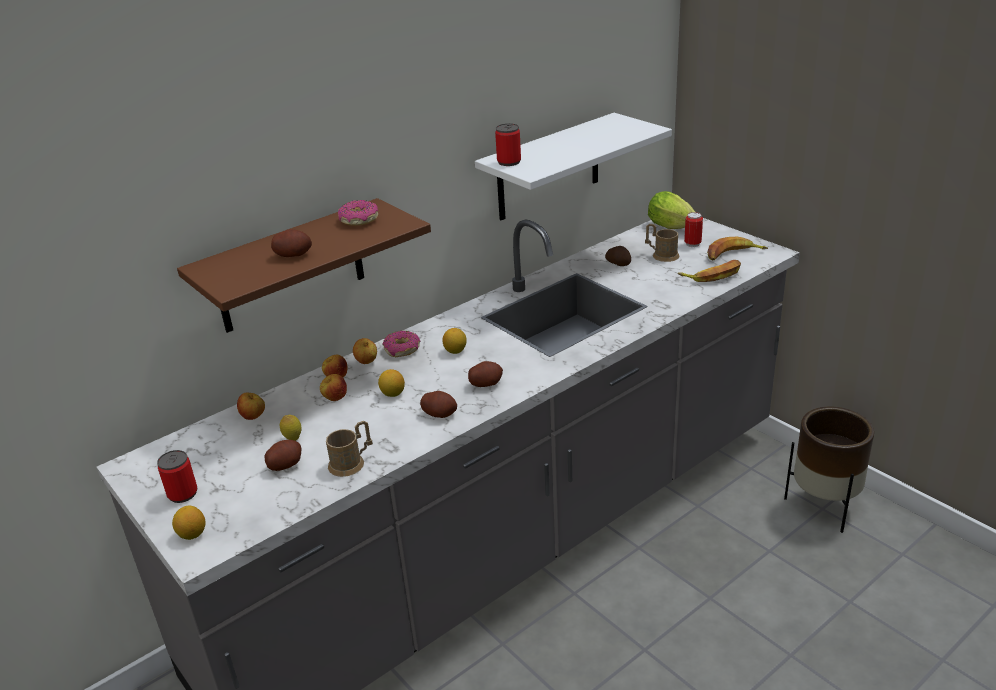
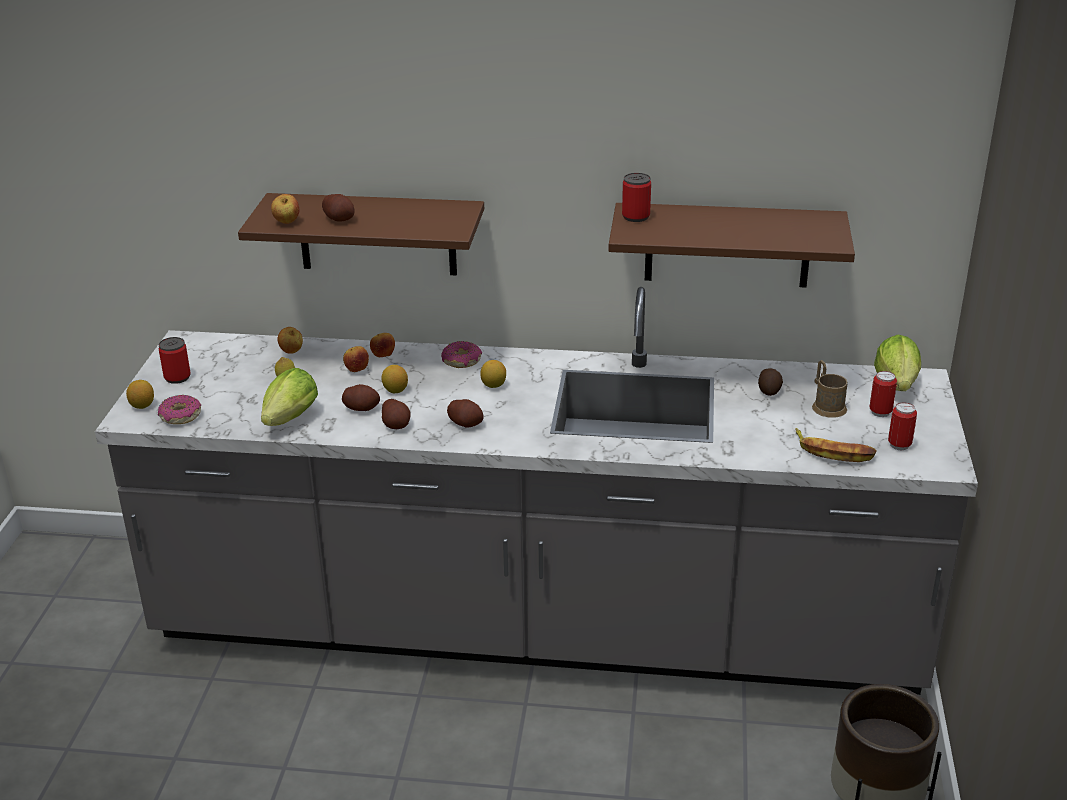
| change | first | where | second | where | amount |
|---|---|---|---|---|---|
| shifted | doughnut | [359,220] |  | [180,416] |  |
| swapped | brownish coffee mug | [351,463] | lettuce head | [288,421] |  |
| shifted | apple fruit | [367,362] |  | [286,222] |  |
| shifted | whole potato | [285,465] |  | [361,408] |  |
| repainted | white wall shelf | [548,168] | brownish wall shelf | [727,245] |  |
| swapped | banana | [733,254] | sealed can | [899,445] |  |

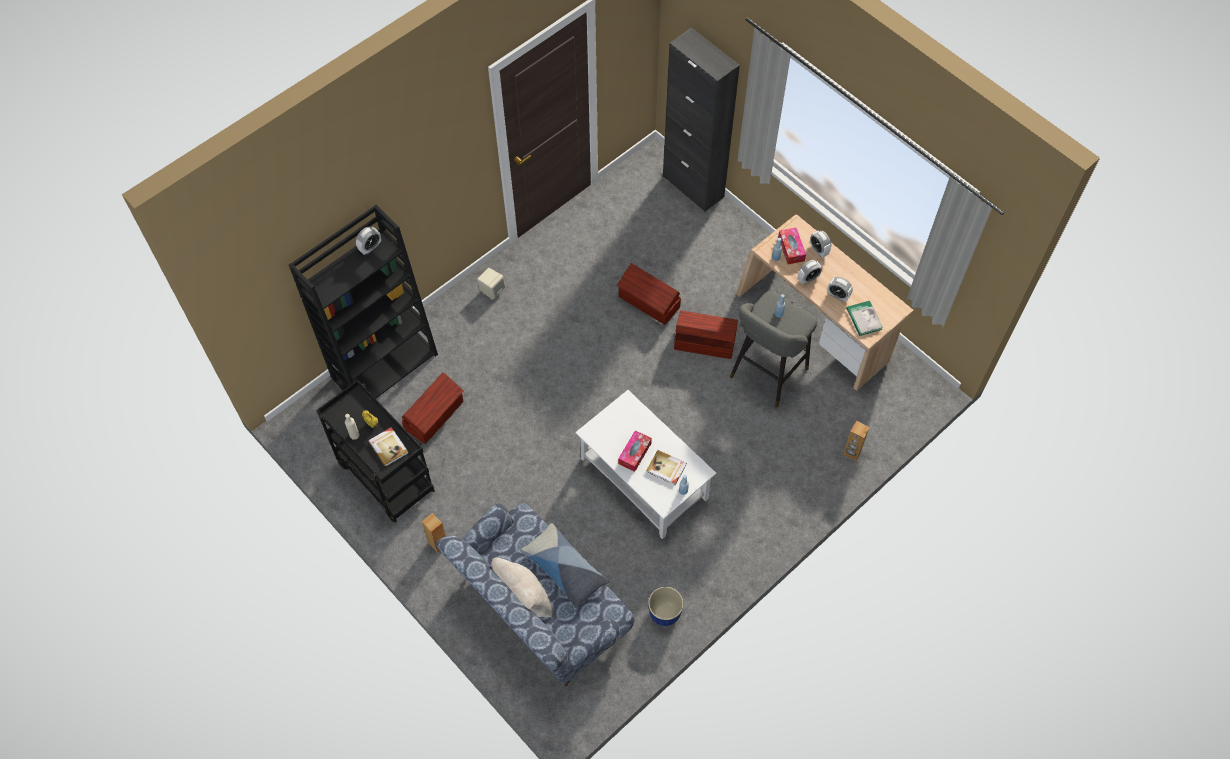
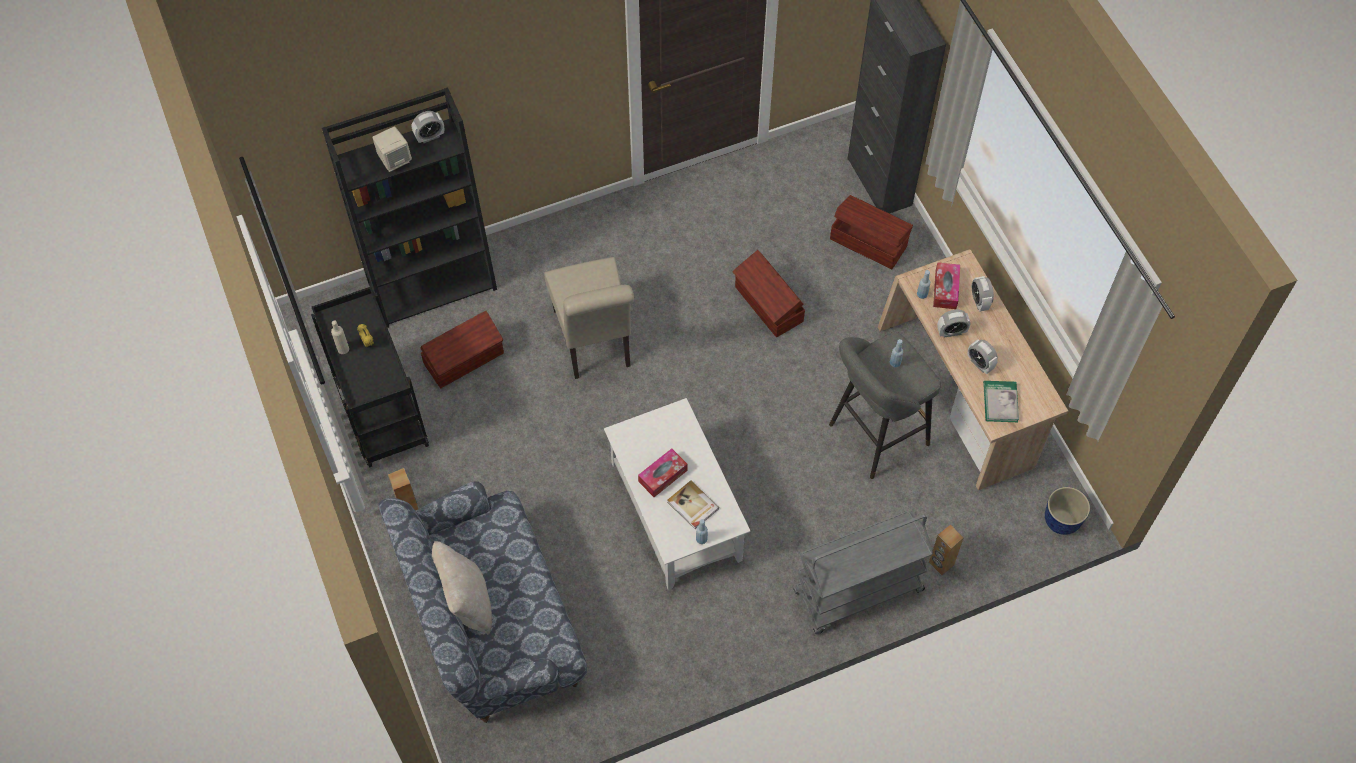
| change | first | where | second | where | amount |
|---|---|---|---|---|---|
| shifted | beige-coloured speaker | [492,290] |  | [394,160] |  |
| new |  |  | beige-coloured plain chair | [594,342] |  |
| new |  |  | grey wheeled cart | [857,593] |  |
| shifted | brownish storage container | [704,342] |  | [868,241] |  |
| shifted | planter | [664,614] |  | [1060,521] |  |
| gone | volume | [389,447] |  |  |  |
| gone | pillow | [564,569] |  |  |  |

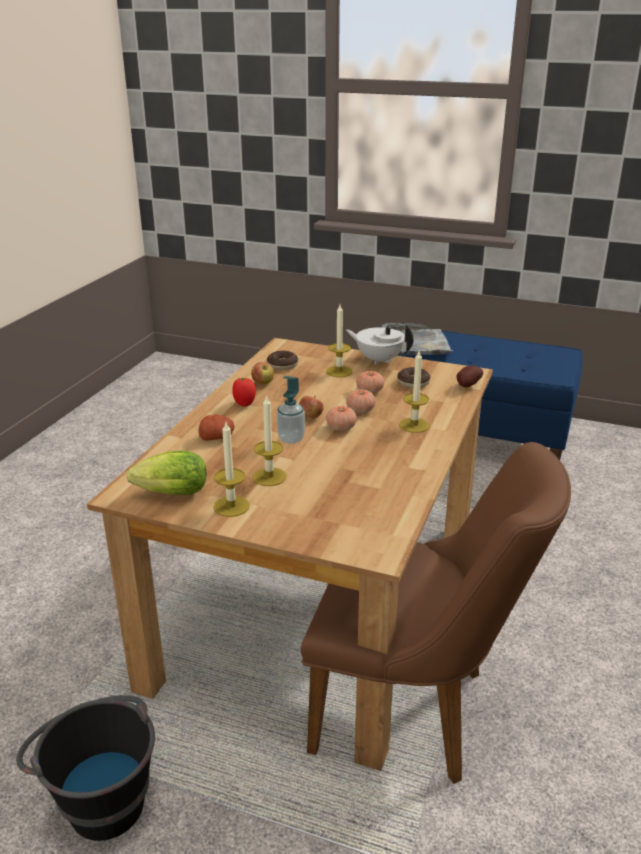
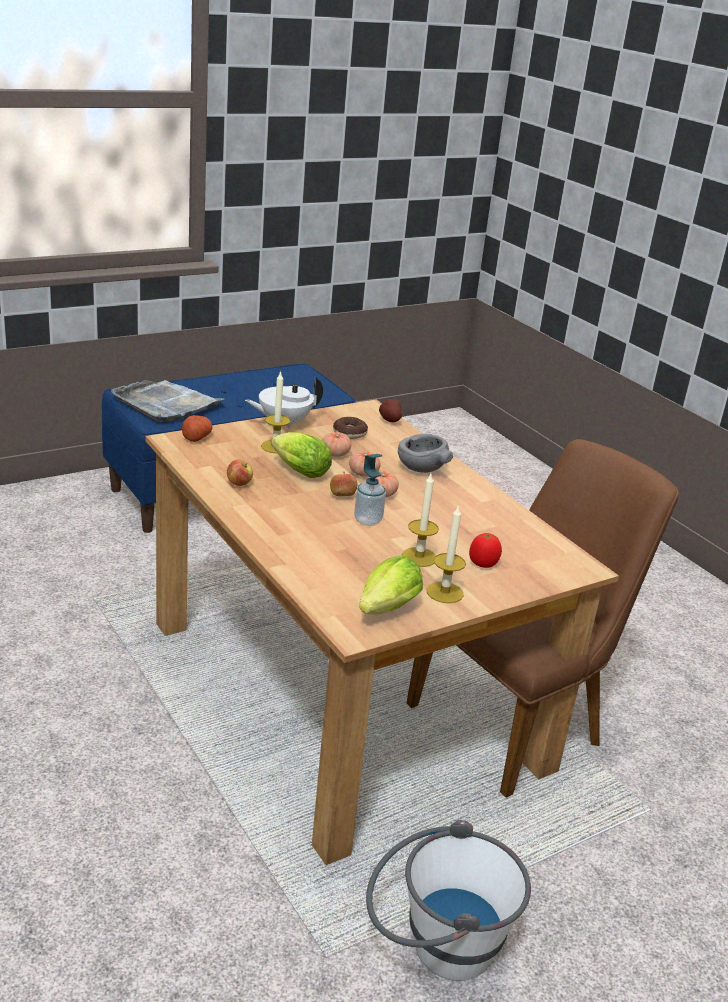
| change | first | where | second | where | amount |
|---|---|---|---|---|---|
| shifted | whole potato | [217,437] |  | [196,437] |  |
| new |  |  | lettuce head | [298,471] |  |
| repainted | black-coloured pail | [99,796] | white pail | [435,946] |  |
| swapped | wax candle | [414,425] | grey bowl | [421,468] |  |
| shifted | tomato | [244,404] |  | [483,564] |  |
| gone | doughnut | [282,365] |  |  |  |

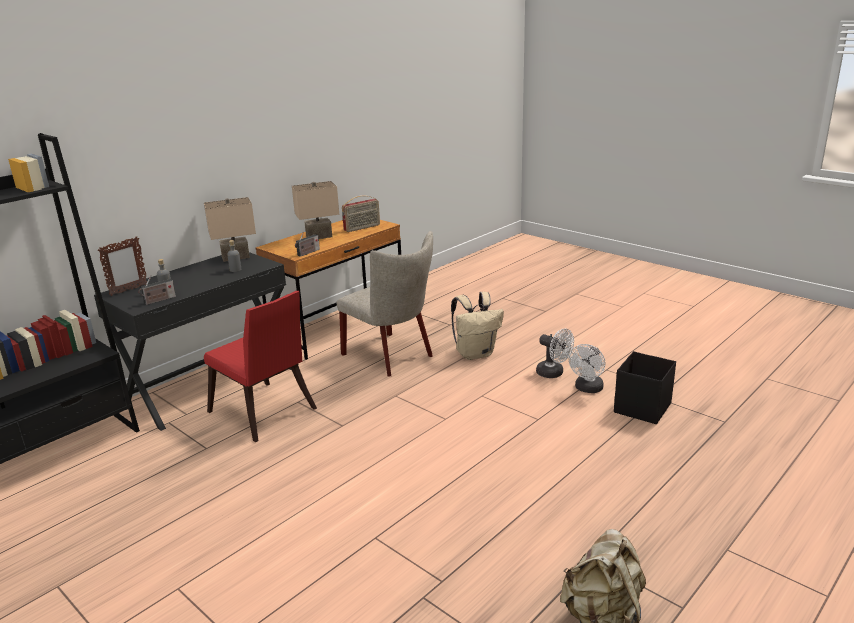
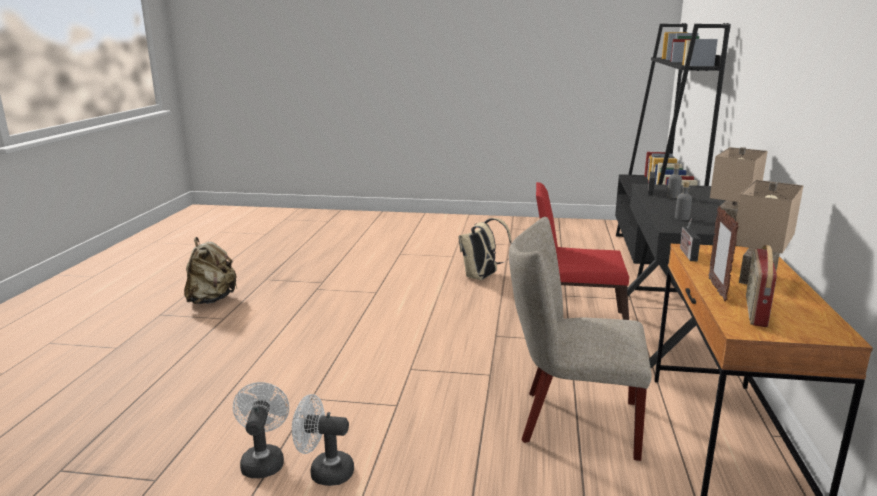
| change | first | where | second | where | amount |
|---|---|---|---|---|---|
| shifted | beige-coloured backpack | [475,353] |  | [482,277] |  |
| shifted | standing frame | [128,290] |  | [717,289] |  |
| gone | black-coloured storage container | [641,408] |  |  |  |

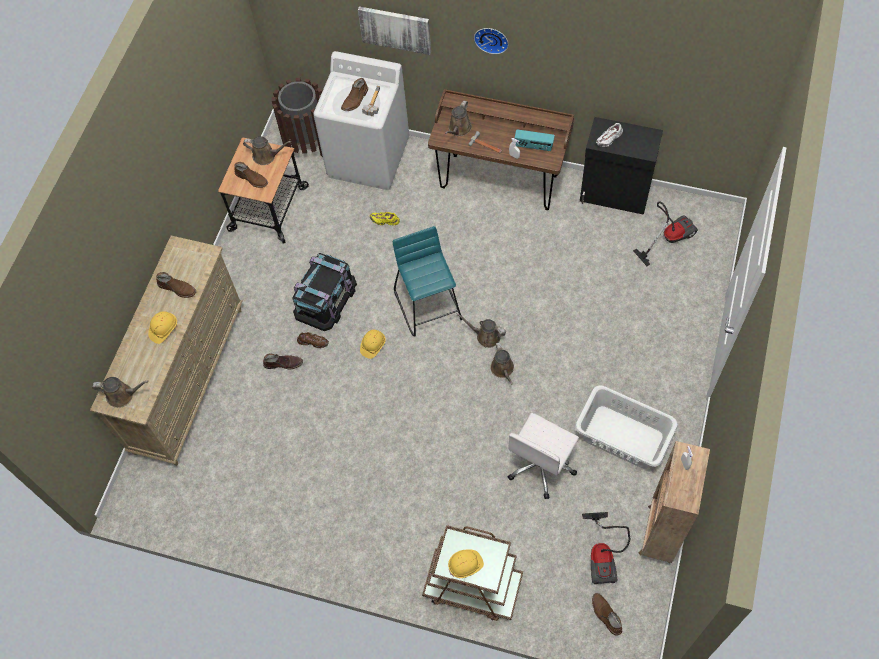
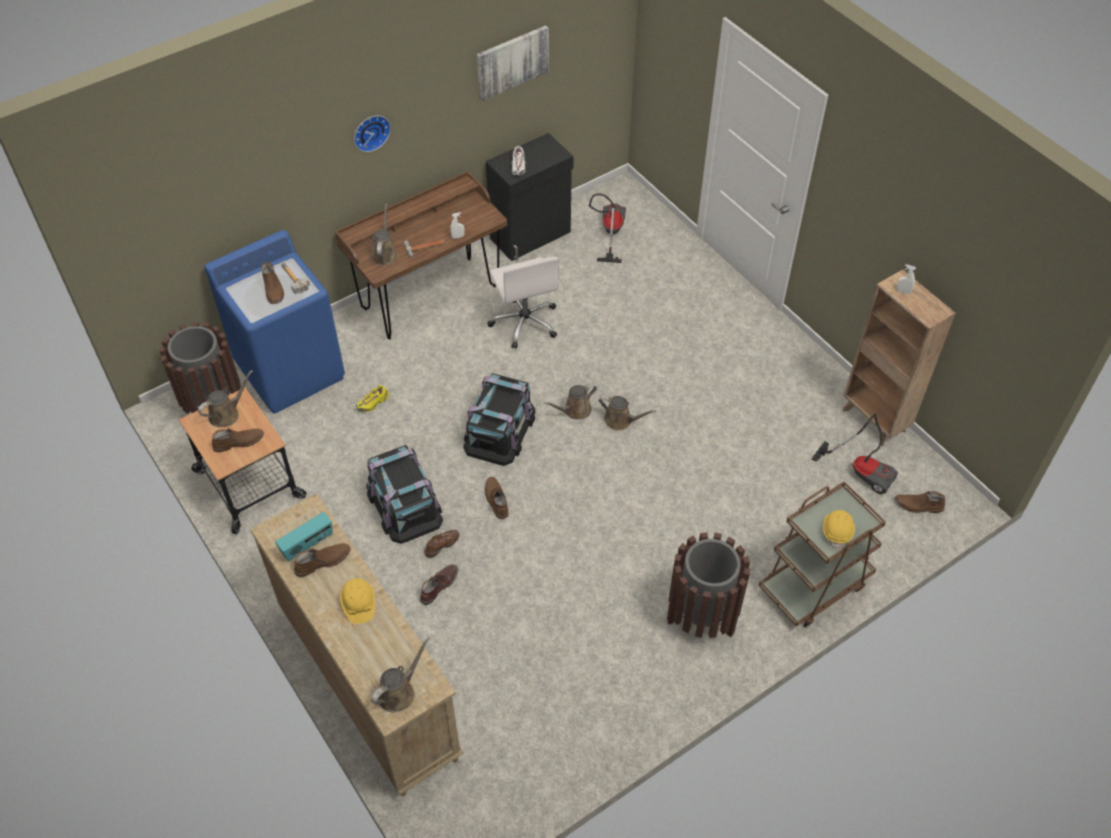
| change | first | where | second | where | amount |
|---|---|---|---|---|---|
| repainted | white laundry machine | [369,158] | bluish laundry machine | [291,370] |  |
| shifted | radio receiver | [533,146] |  | [307,545] |  |
| rotated | brownish watering can | [459,129] |  | [384,253] | 150 degrees counterclockwise |
| swapped | turquoise-coloured stool seat | [429,305] | black-coloured storage container | [499,430] |  |
| shifted | wall art | [395,29] |  | [512,62] |  |
| swapped | yellow hard hat | [373,345] | brownish high-top boot | [496,500] |  |
| shifted | white office chair | [541,465] |  | [525,322] |  |
| new |  |  | brownish rubbish bin | [702,616] |  |
| gone | white hamper | [623,437] |  |  |  |

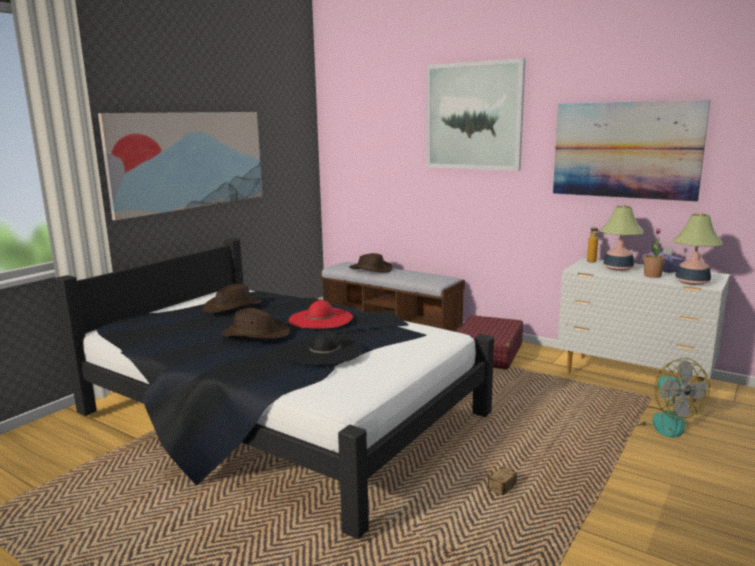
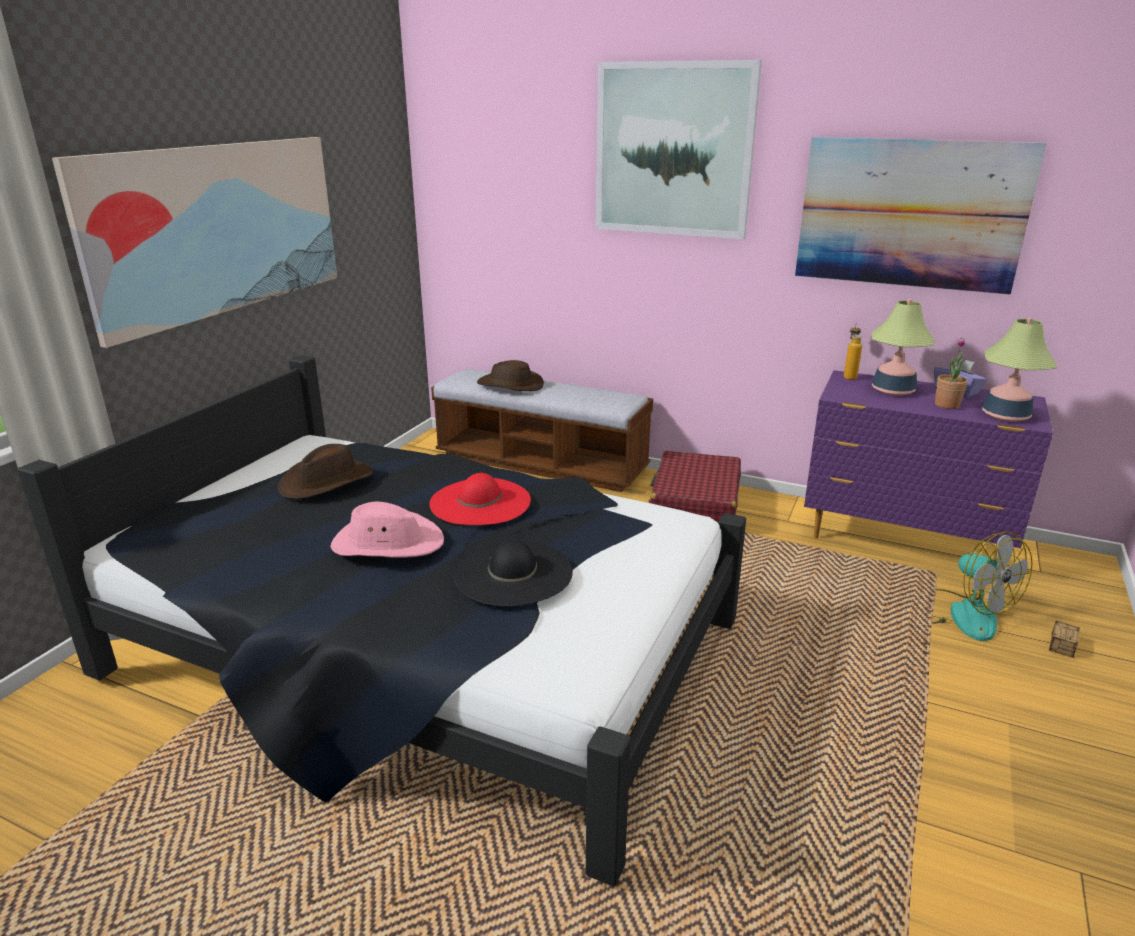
| change | first | where | second | where | amount |
|---|---|---|---|---|---|
| repainted | brownish clothing hat | [255,334] | pinkish clothing hat | [387,543] |  |
| repainted | white chest of drawers | [635,378] | purple-coloured chest of drawers | [904,540] |  |
| shifted | storage container | [492,496] |  | [1060,658] |  |

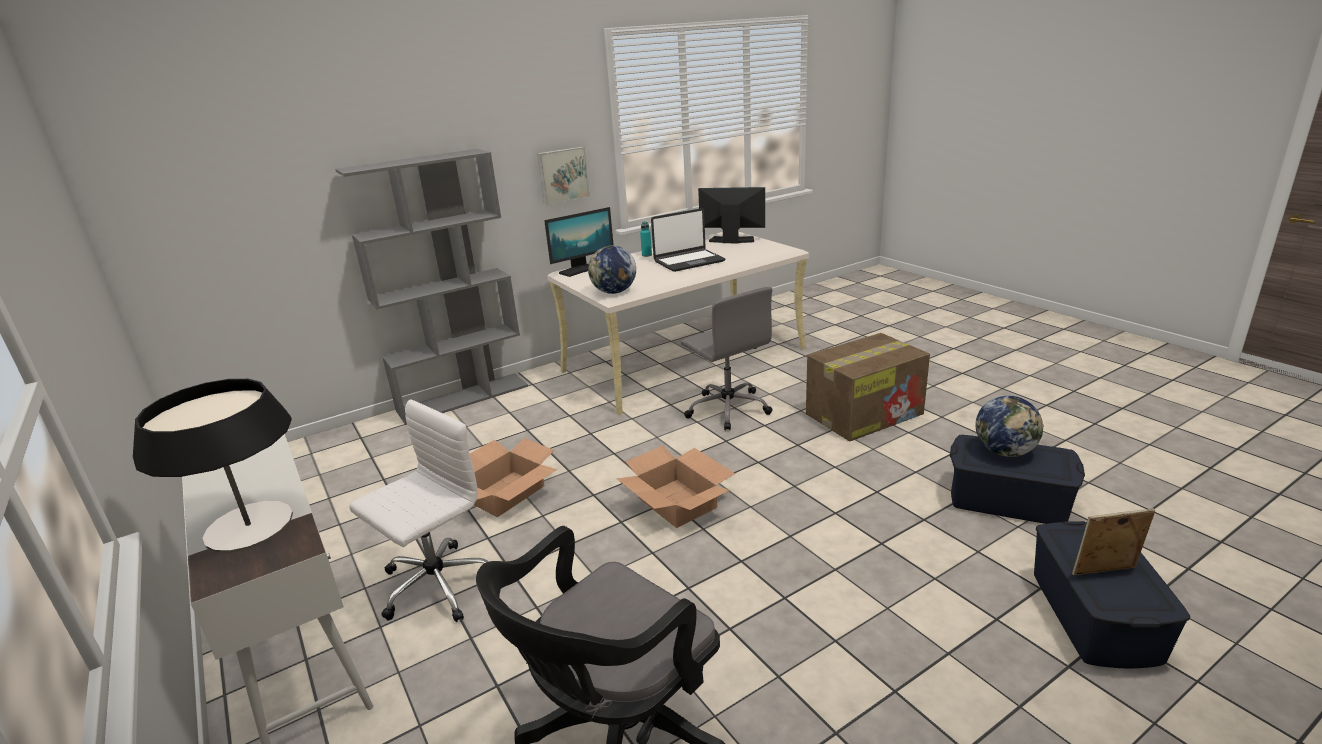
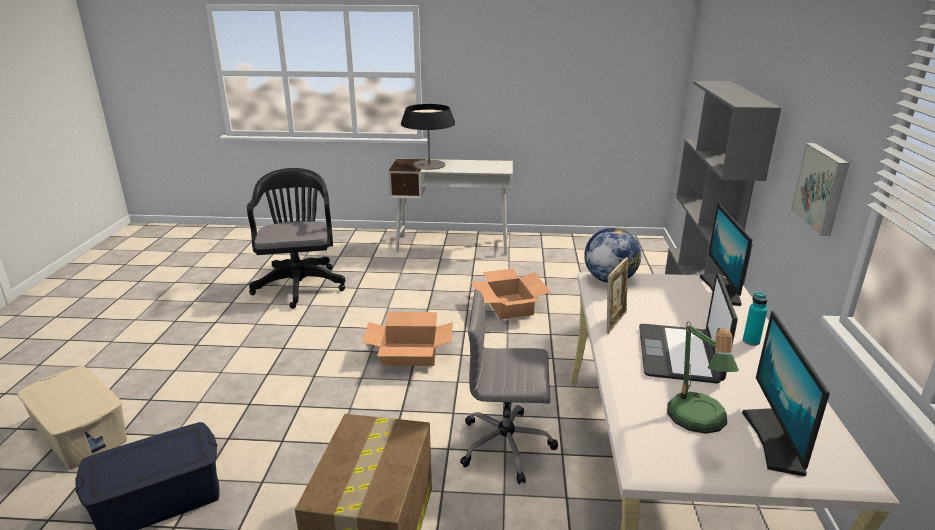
| change | first | where | second | where | amount |
|---|---|---|---|---|---|
| repainted | bluish storage container | [1093,616] | beige-coloured storage container | [81,433] |  |
| shifted | standing frame | [1104,573] |  | [614,321] |  |
| new |  |  | tabletop lamp | [697,421] |  |
| rotated | computer display | [732,240] |  | [776,441] | 135 degrees clockwise |
| gone | white office chair | [435,586] |  |  |  |
| gone | globe | [1005,452] |  |  |  |

